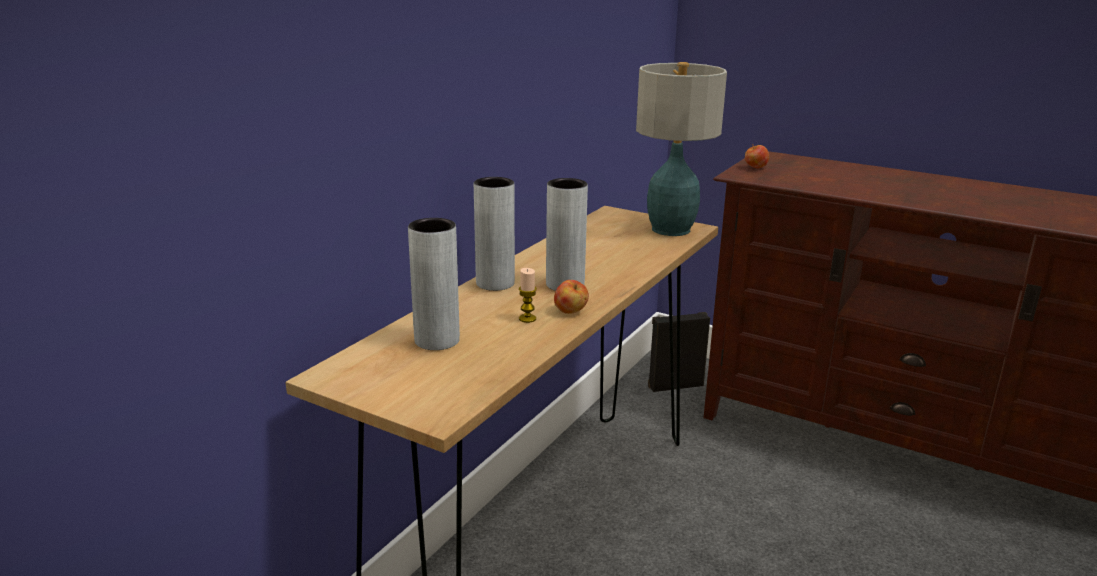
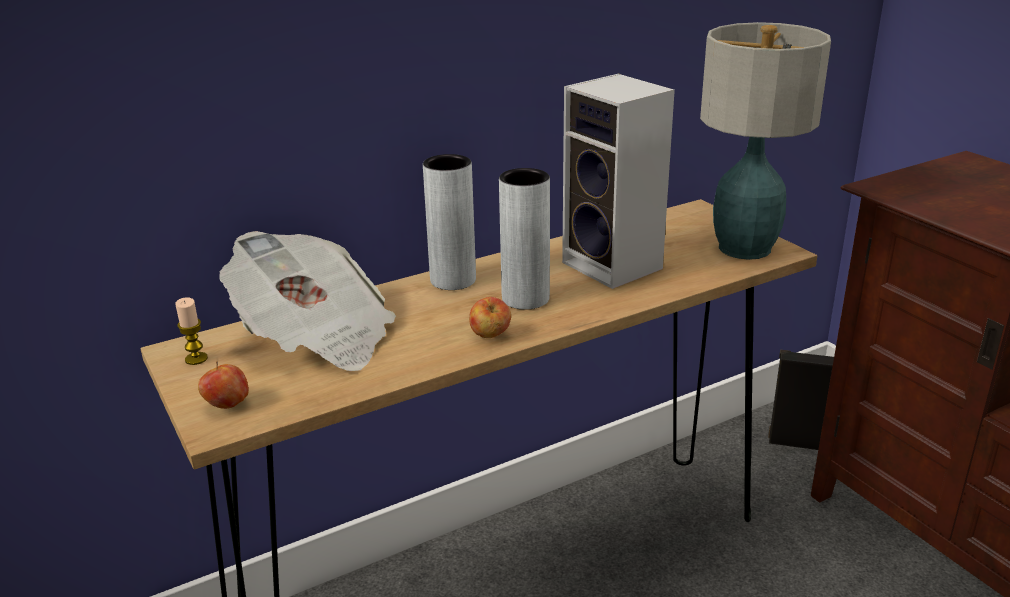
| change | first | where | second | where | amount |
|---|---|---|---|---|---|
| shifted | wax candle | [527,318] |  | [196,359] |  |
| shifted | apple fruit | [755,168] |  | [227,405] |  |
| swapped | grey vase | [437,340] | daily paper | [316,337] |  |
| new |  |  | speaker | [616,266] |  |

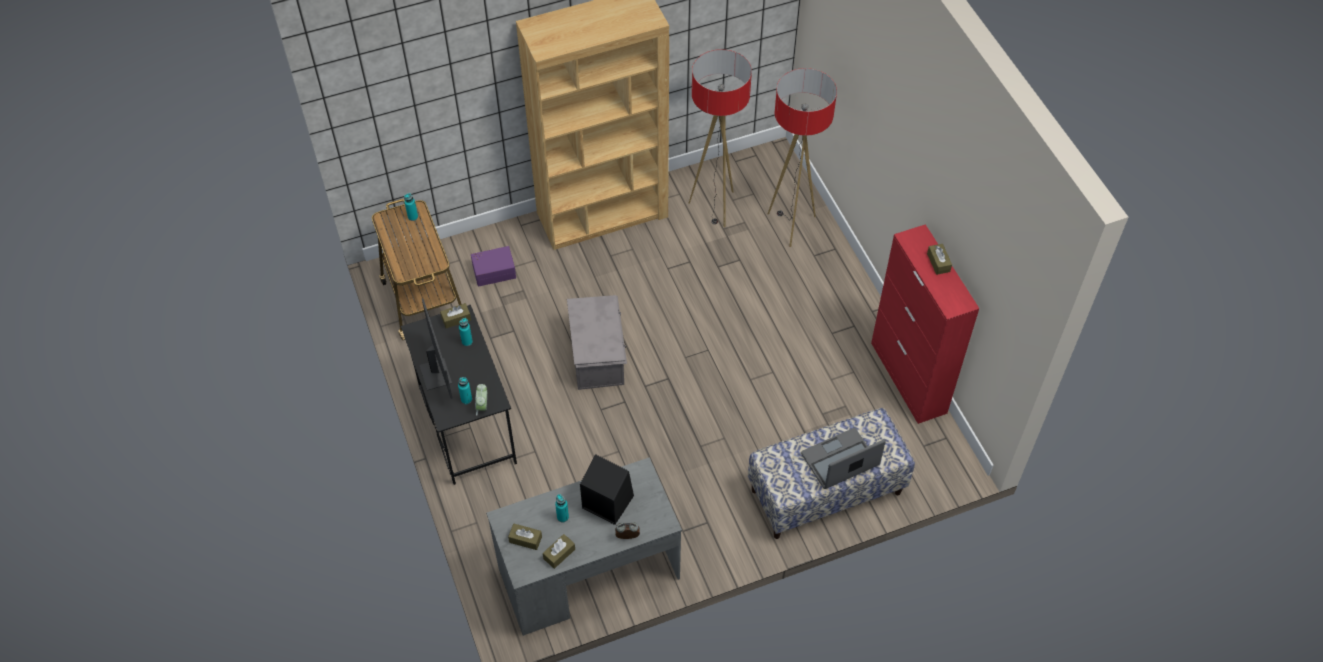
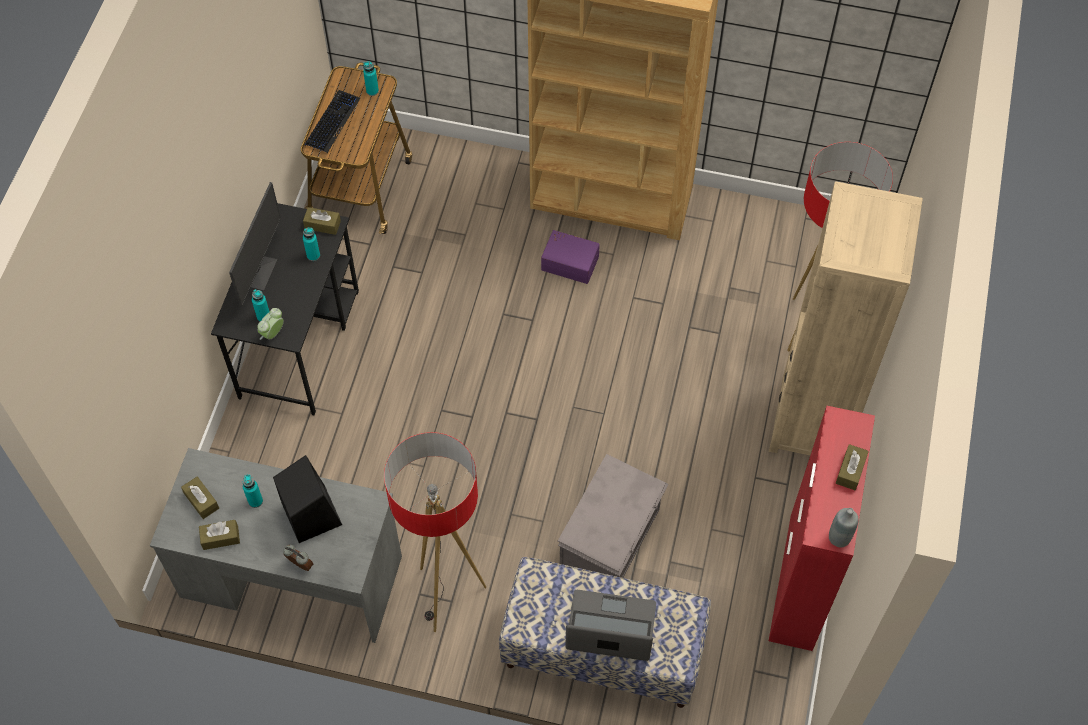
| change | first | where | second | where | amount |
|---|---|---|---|---|---|
| new |  |  | keyboard | [332,122] |  |
| shifted | floor lamp | [715,207] |  | [446,596] |  |
| shifted | purple-coloured storage container | [494,270] |  | [570,262] |  |
| shifted | grey storage container | [598,355] |  | [611,537] |  |
| new |  |  | beige-coloured bookcase | [812,421] |  |
| new |  |  | grey beverage bottle | [839,537] |  |

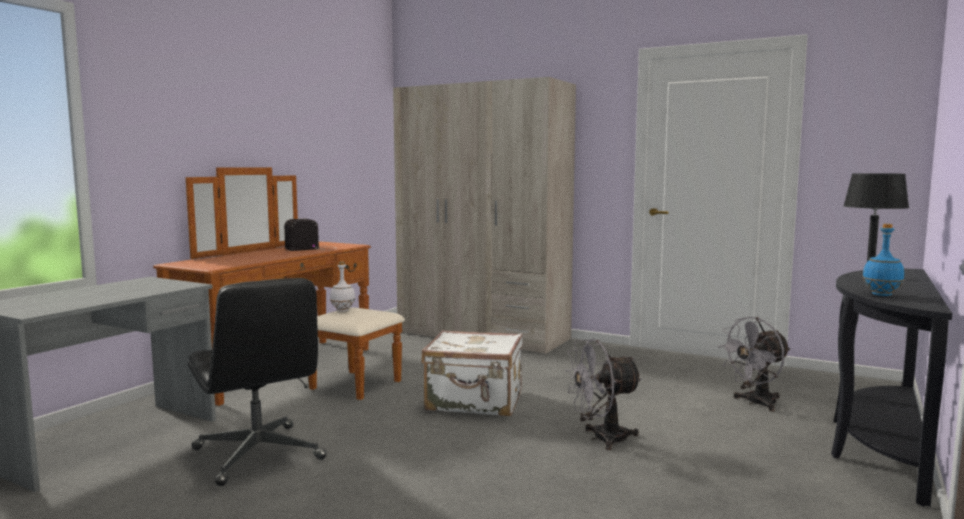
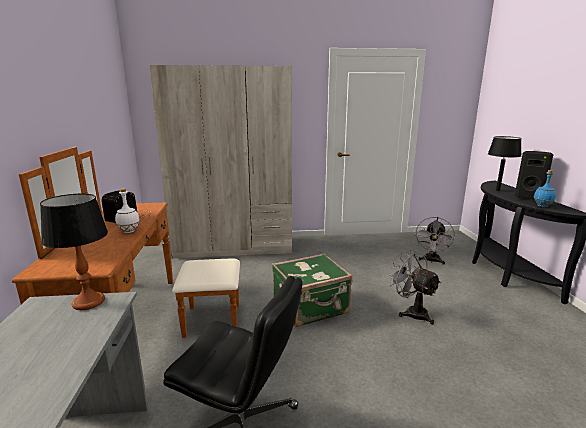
| change | first | where | second | where | amount |
|---|---|---|---|---|---|
| new |  |  | tabletop lamp | [89,302] |  |
| shifted | white beverage bottle | [343,310] |  | [129,231] |  |
| repainted | white piece of luggage | [475,402] | green piece of luggage | [311,308] |  |
| rotated | grey electric fan | [601,438] |  | [412,312] | 105 degrees clockwise |
| new |  |  | black-coloured speaker | [529,197] |  |

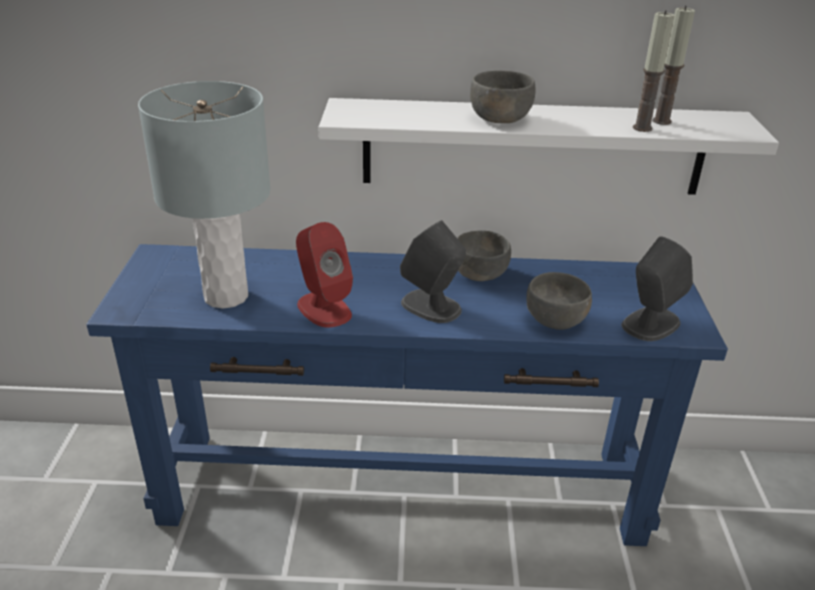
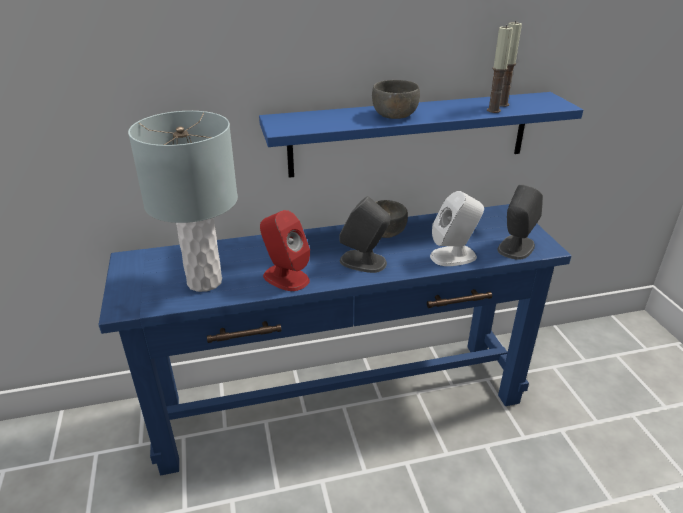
| change | first | where | second | where | amount |
|---|---|---|---|---|---|
| repainted | white wall shelf | [533,147] | bluish wall shelf | [410,134] |  |
| swapped | grey bowl | [556,320] | white speaker | [454,256] |  |

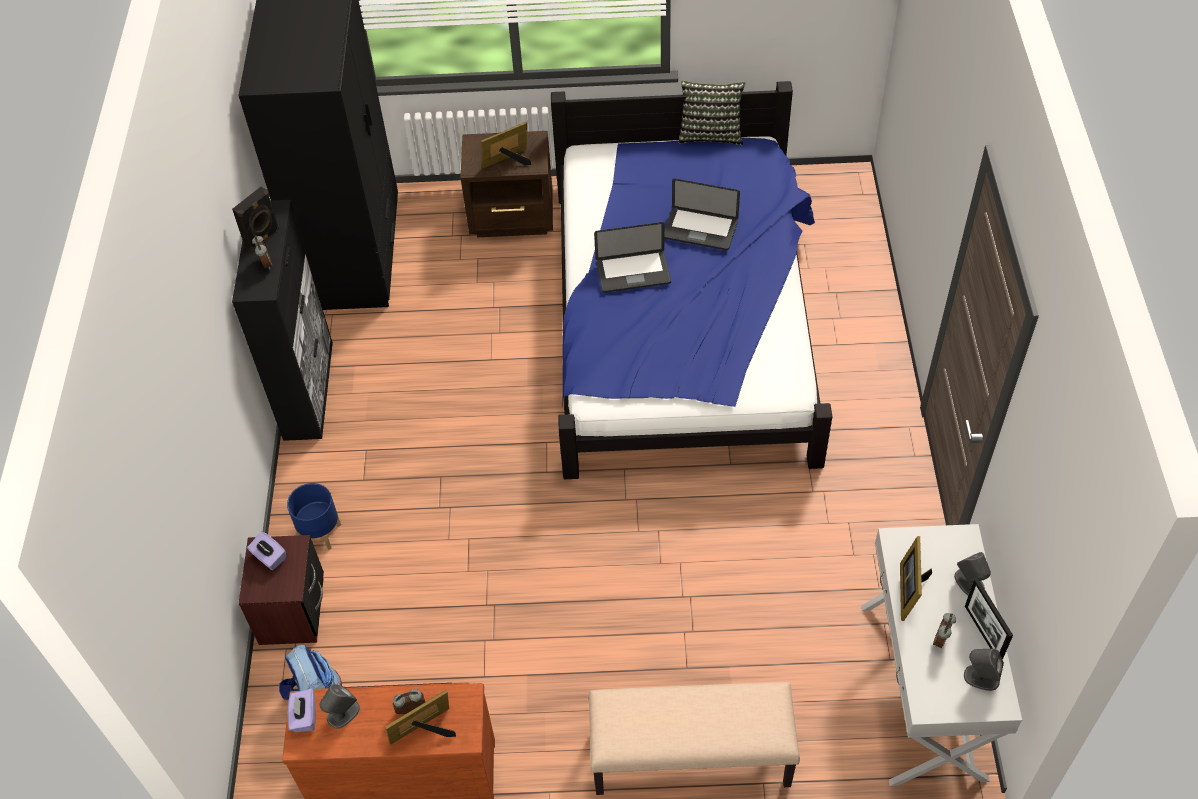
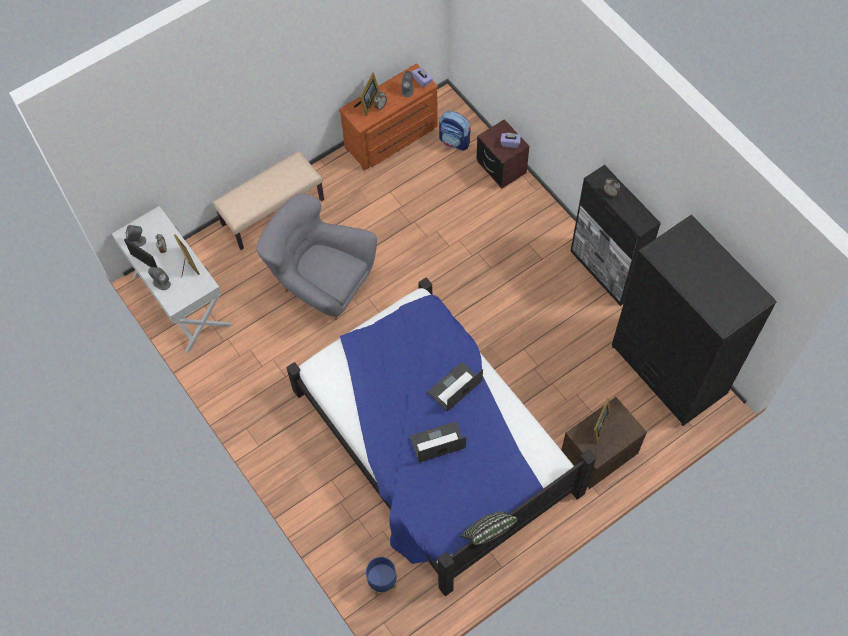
| change | first | where | second | where | amount |
|---|---|---|---|---|---|
| new |  |  | grey armchair | [322,284] |  |
| shifted | bluish planter | [320,533] |  | [383,581] |  |
| gone | black-coloured speaker | [263,238] |  |  |  |

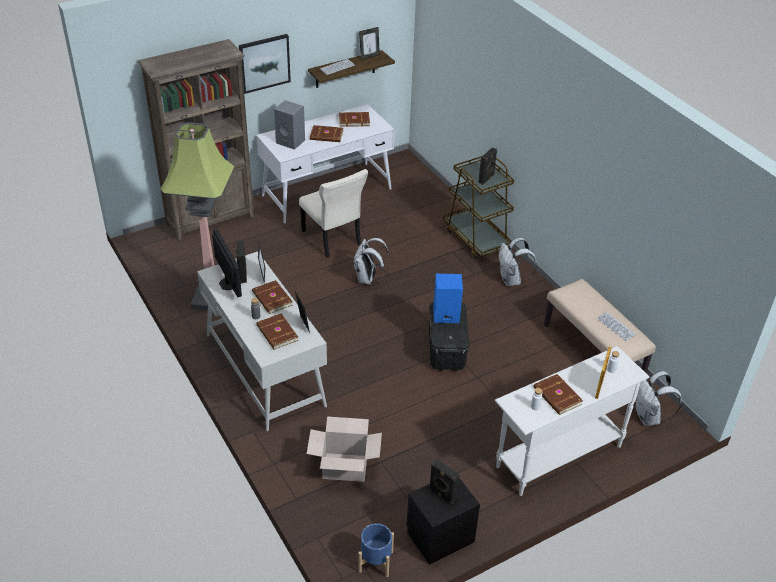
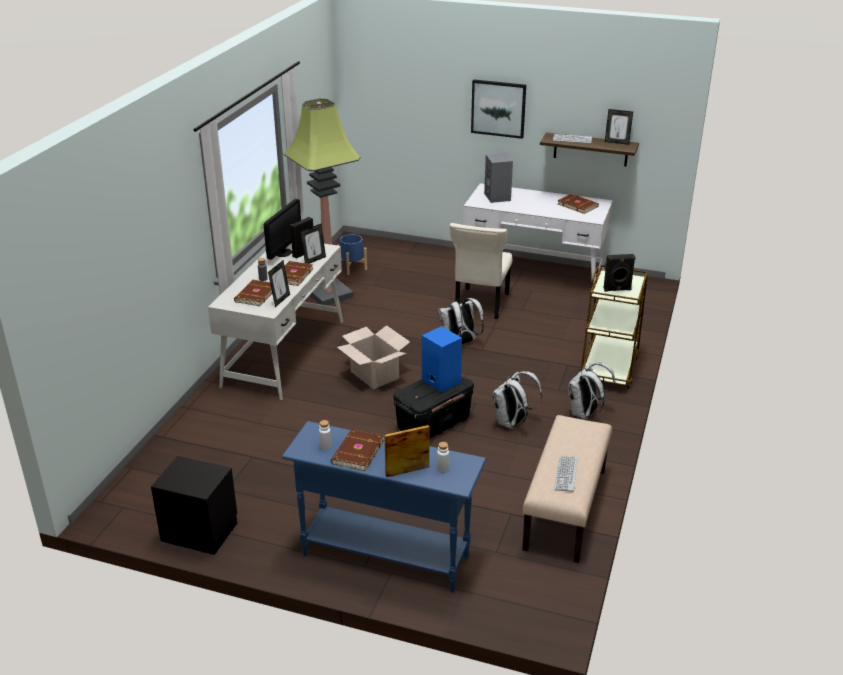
| change | first | where | second | where | amount |
|---|---|---|---|---|---|
| repainted | white narrow table | [558,456] | bluish narrow table | [385,555] |  |
| shifted | bluish planter | [376,561] |  | [352,268] |  |
| shifted | packing box | [345,467] |  | [375,375] |  |
| shifted | white backpack | [649,417] |  | [512,423] |  |
| gone | brownish bookcase | [211,220] |  |  |  |
| gone | brownish volume | [326,136] |  |  |  |
| gone | black-coloured speaker | [441,495] |  |  |  |

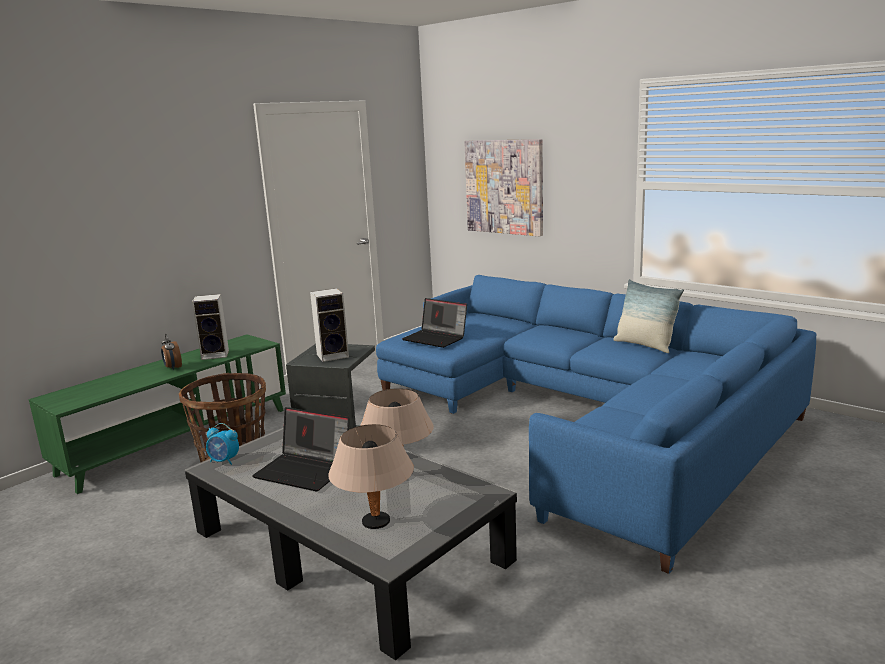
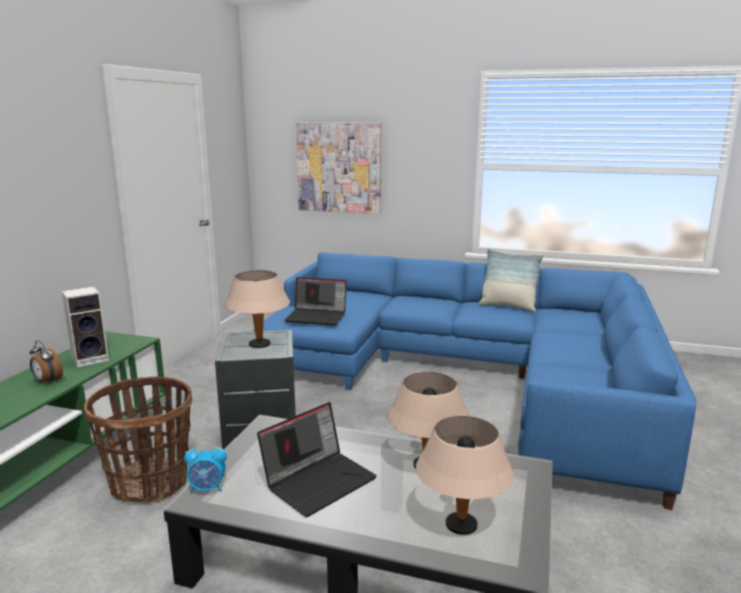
| change | first | where | second | where | amount |
|---|---|---|---|---|---|
| swapped | speaker | [334,355] | beige-coloured tabletop lamp | [260,345] |  |
| rotated | portable computer | [305,470] |  | [319,480] | 45 degrees counterclockwise |

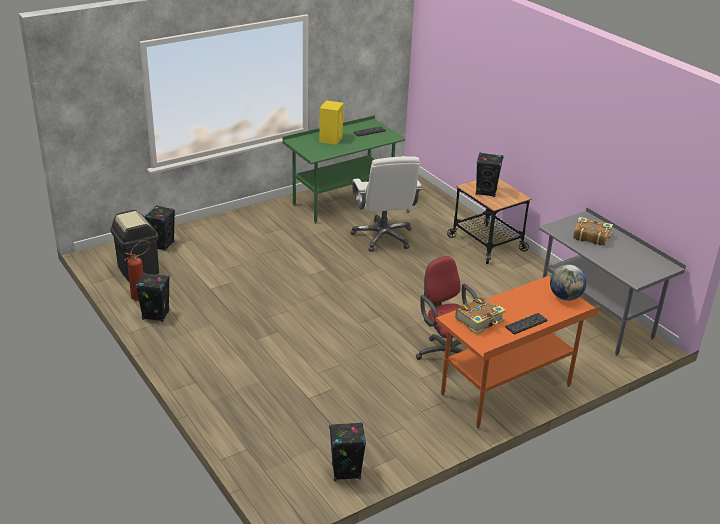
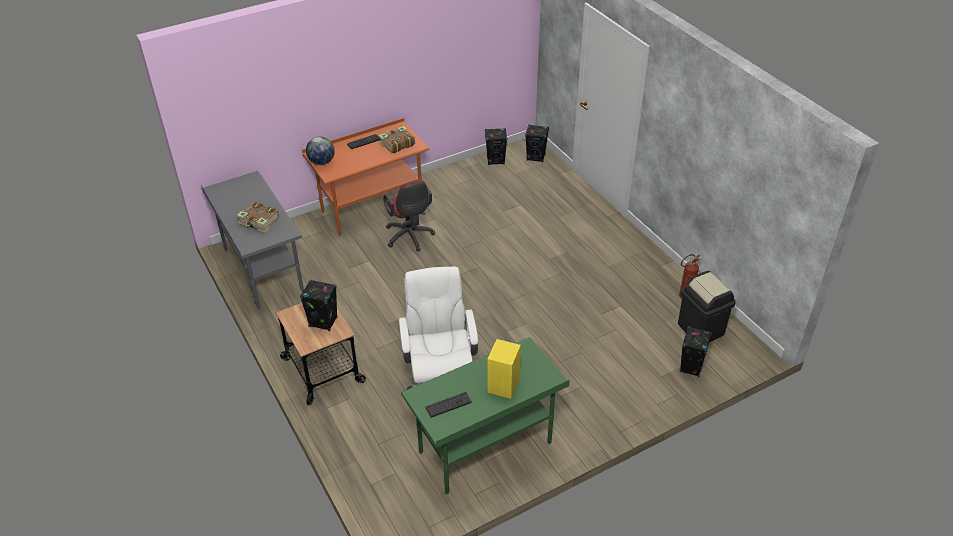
| change | first | where | second | where | amount |
|---|---|---|---|---|---|
| shifted | black-coloured speaker | [155,315] |  | [536,157] |  |

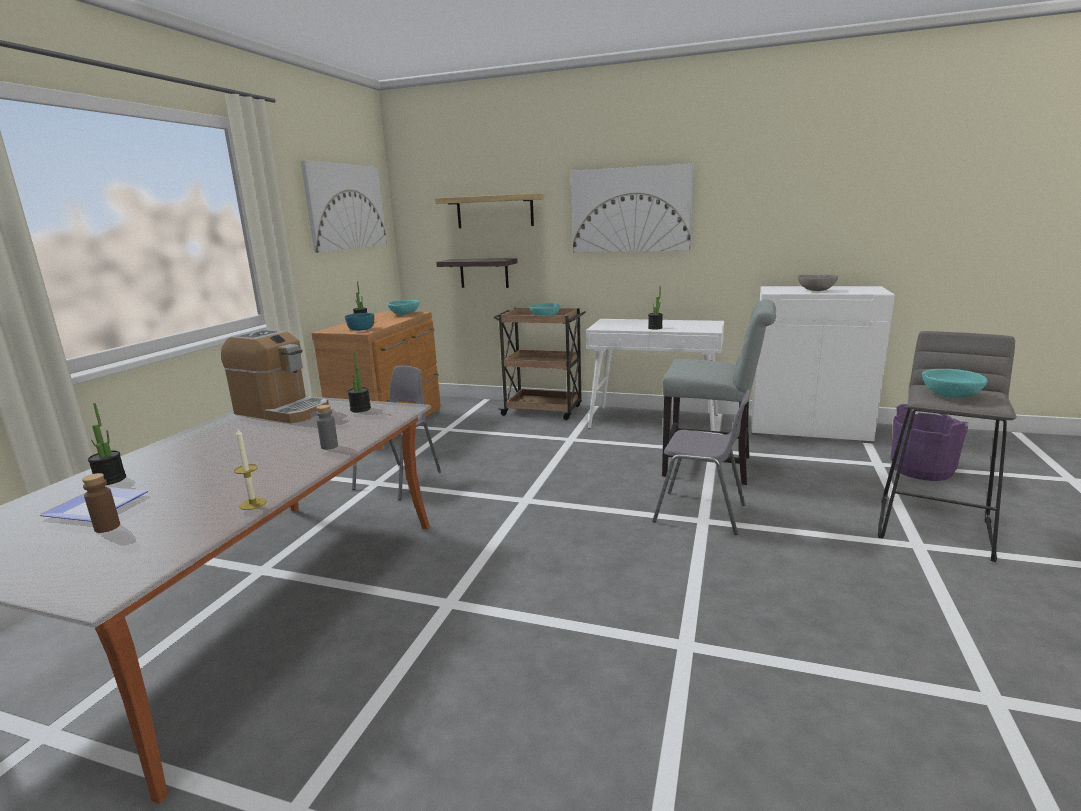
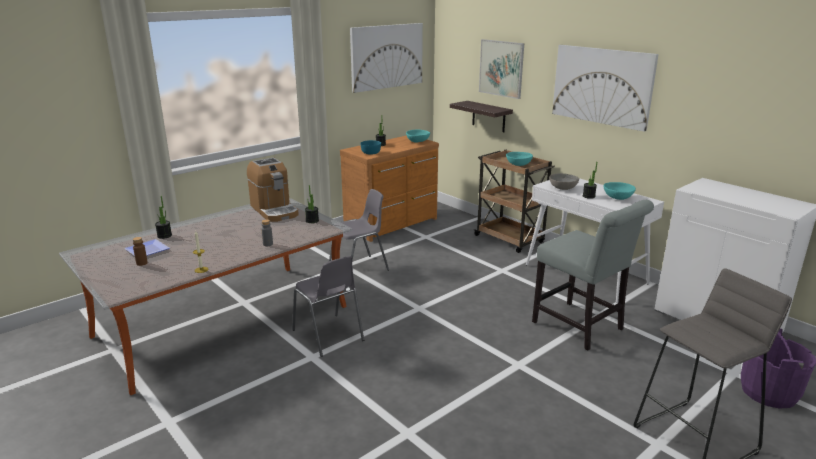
| change | first | where | second | where | amount |
|---|---|---|---|---|---|
| shifted | grey plain chair | [701,513] |  | [328,335] |  |
| swapped | wall shelf | [494,211] | wall art | [501,68] |  |
| shifted | grey bowl | [816,290] |  | [563,188] |  |
| shifted | turquoise-coloured bowl | [951,396] |  | [618,198] |  |

